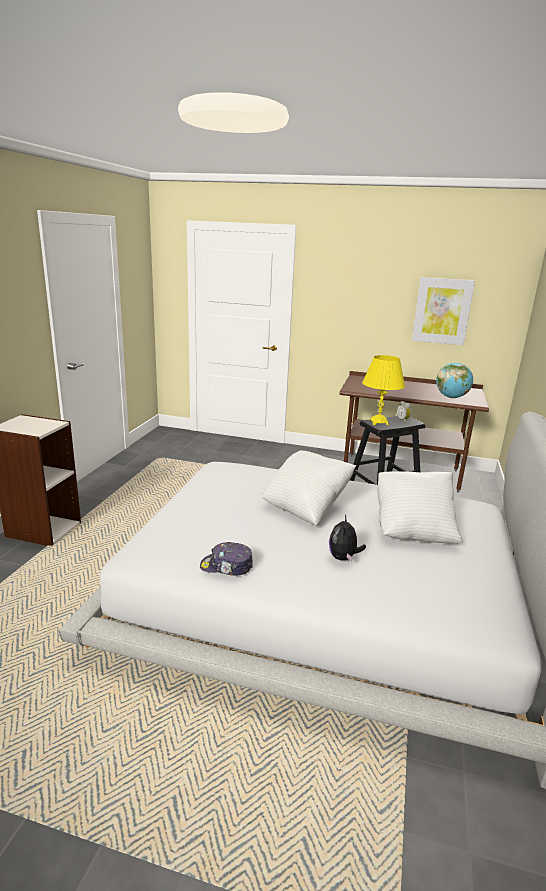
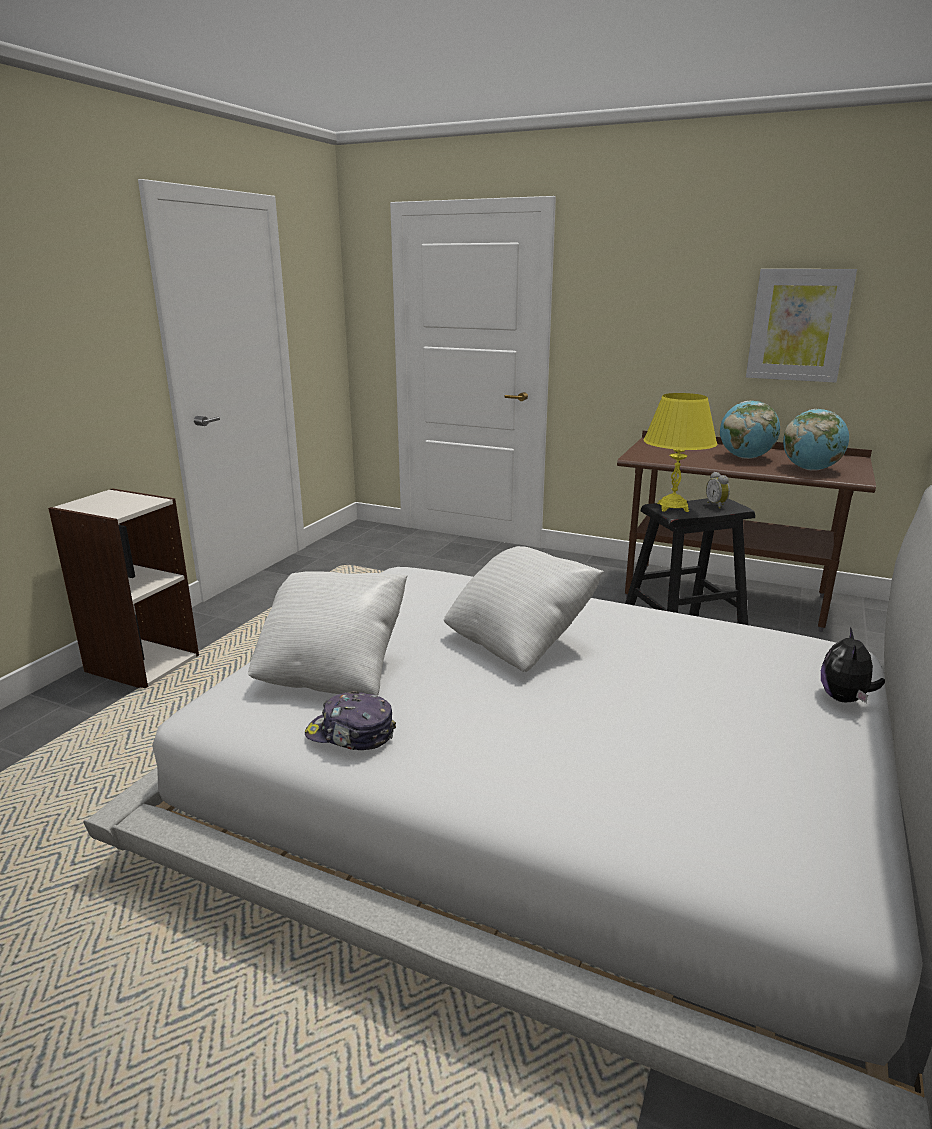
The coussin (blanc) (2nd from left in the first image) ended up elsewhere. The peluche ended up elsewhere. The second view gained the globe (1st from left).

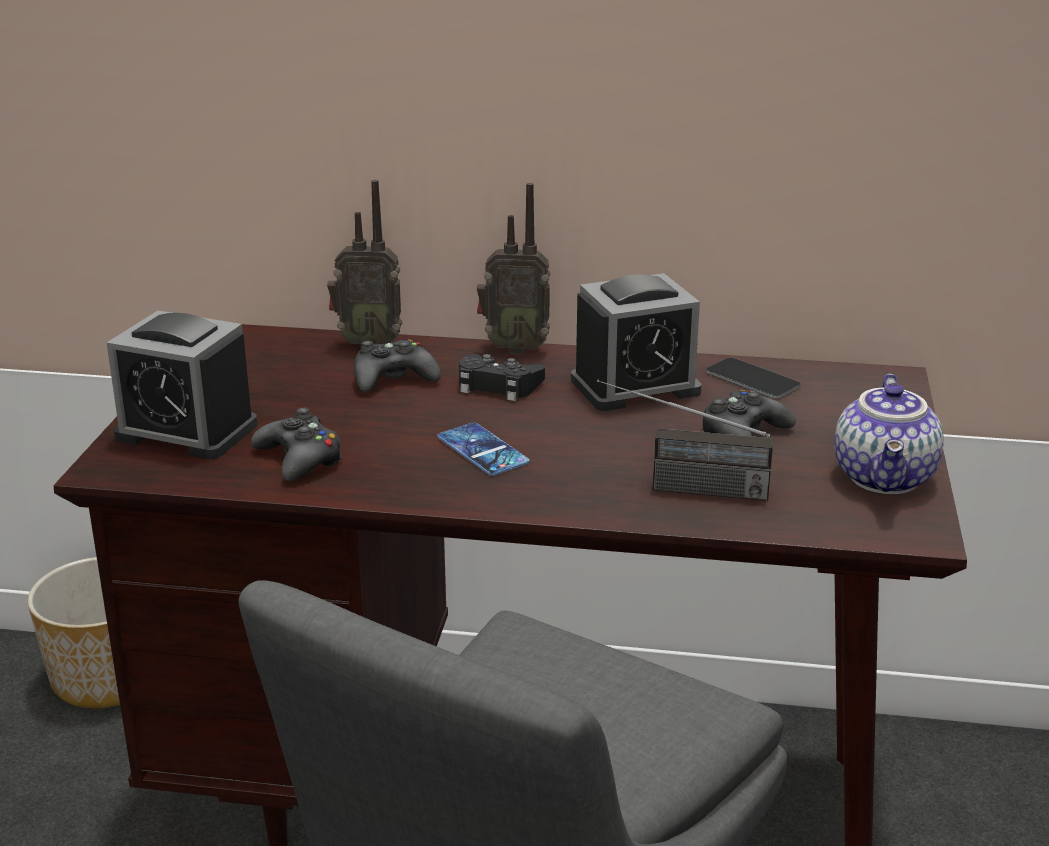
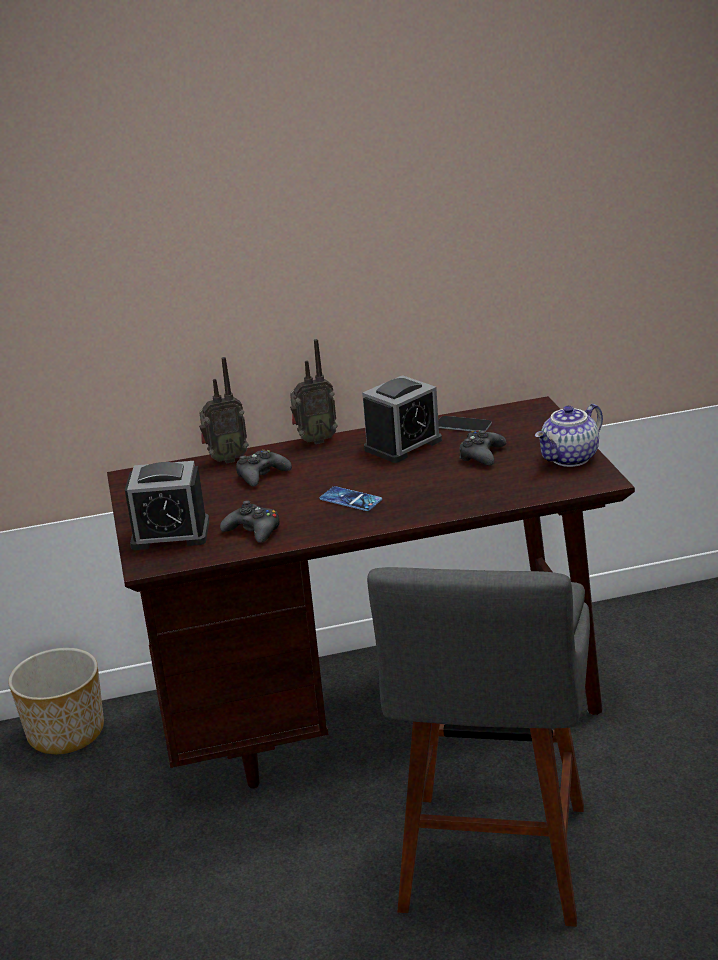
The second view lost the manette (noir) (3rd from left). The théière ended up facing another way, 60 degrees clockwise from before. The second view lost the radio (3rd from left).

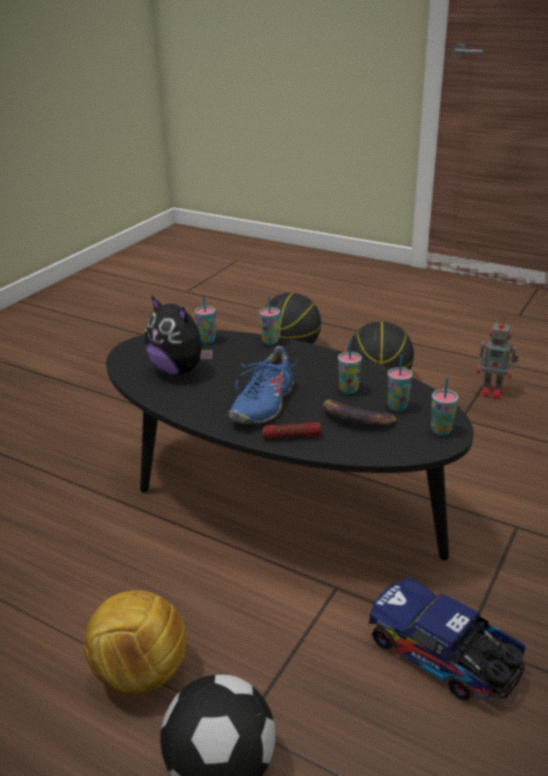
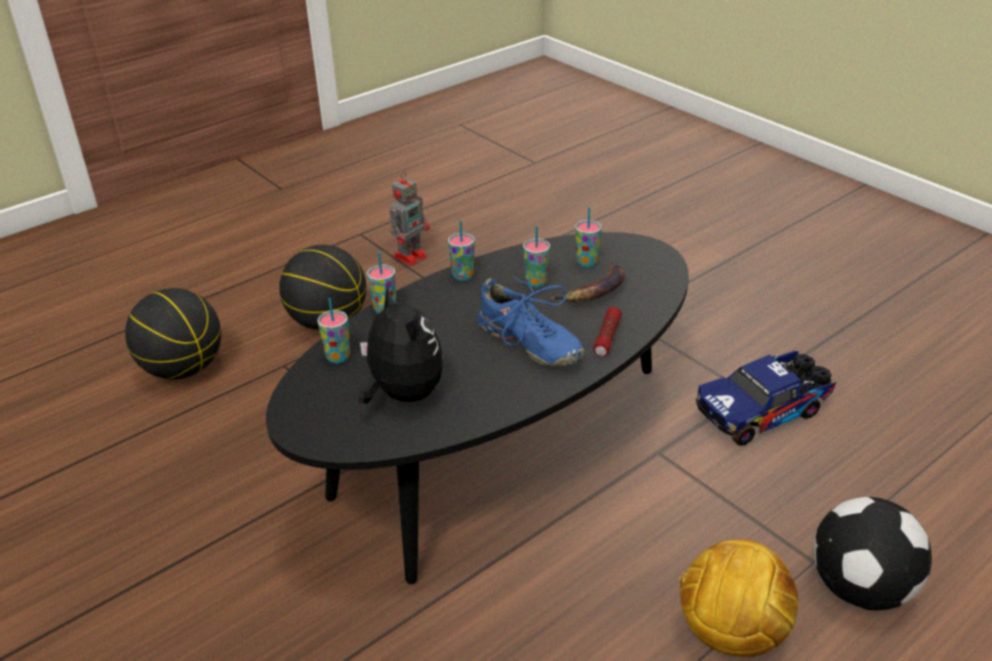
The peluche ended up facing another way, 90 degrees counterclockwise from before. The tasse (5th from left in the first image) ended up elsewhere.

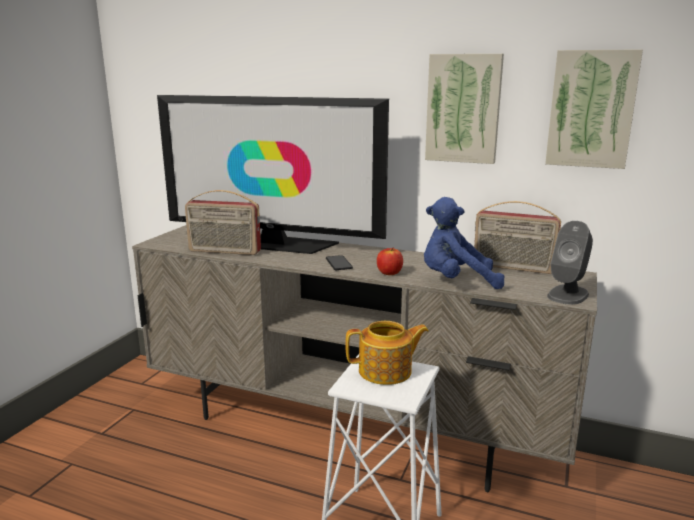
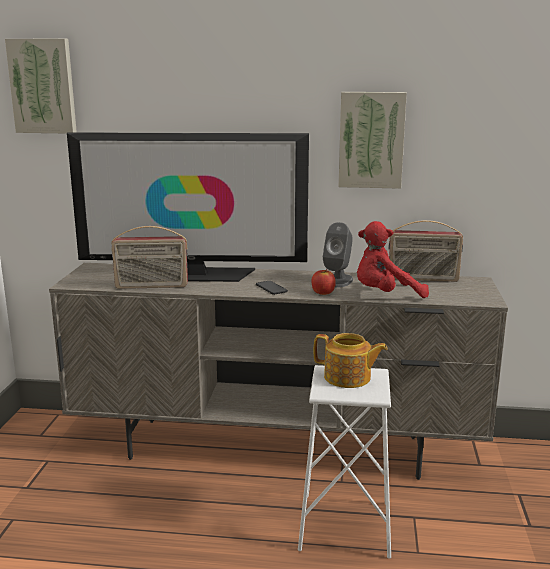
The tableau (2nd from left in the first image) ended up elsewhere. What was the peluche (bleu) turned into the peluche (rouge). The enceinte (gris) ended up elsewhere. The théière ended up facing another way, 45 degrees clockwise from before.

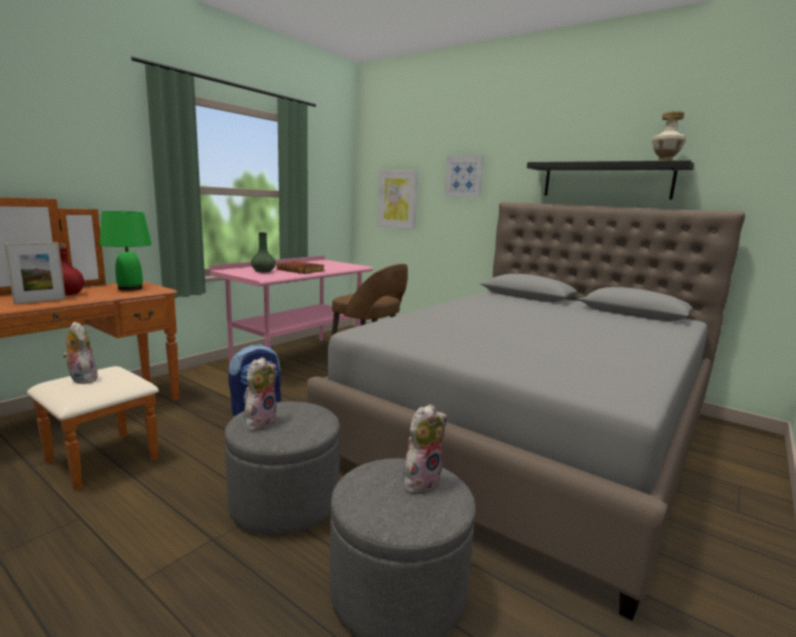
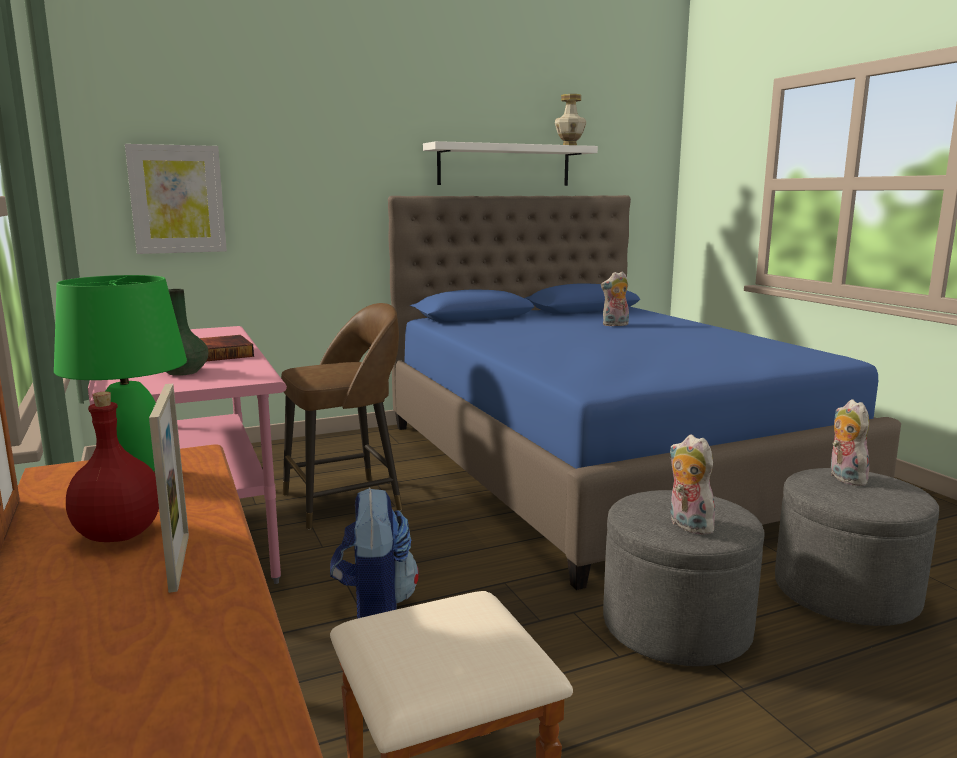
The second view lost the tableau (2nd from left). What was the étagère (noir) turned into the étagère (blanc). What was the lit (gris) turned into the lit (bleu). The peluche (1st from left) ended up elsewhere.

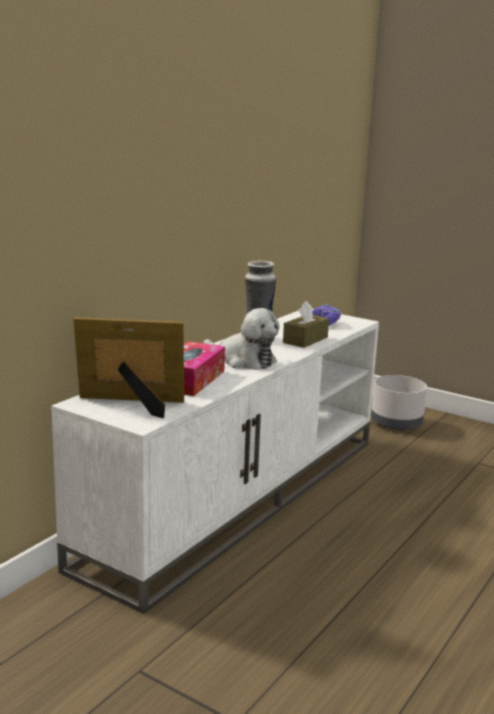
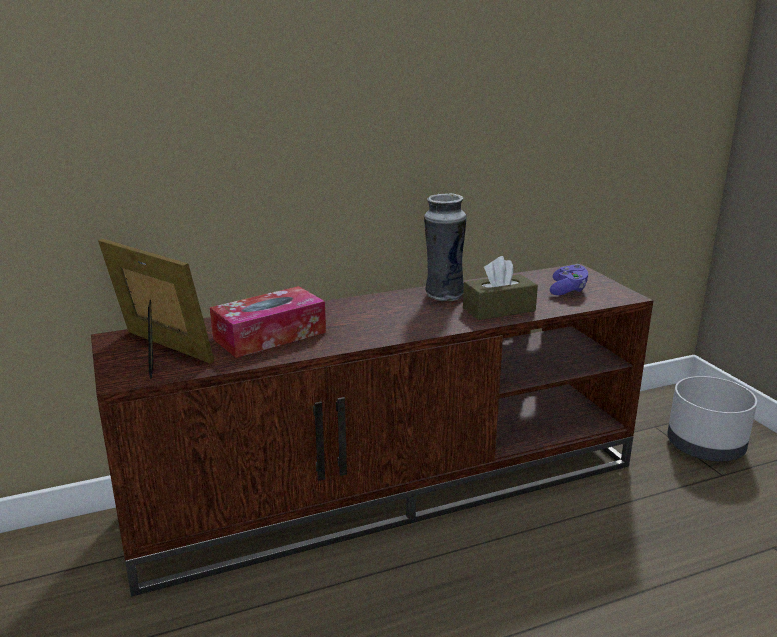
The second view lost the peluche. What was the meuble télé (blanc) turned into the meuble télé (marron).

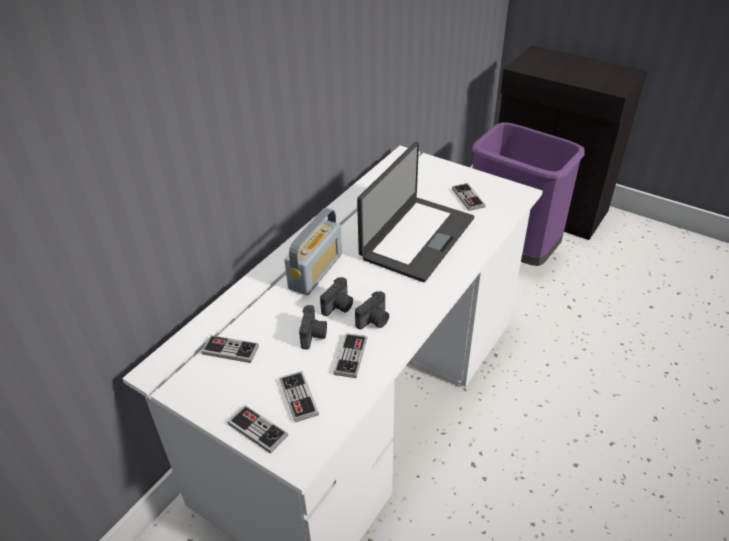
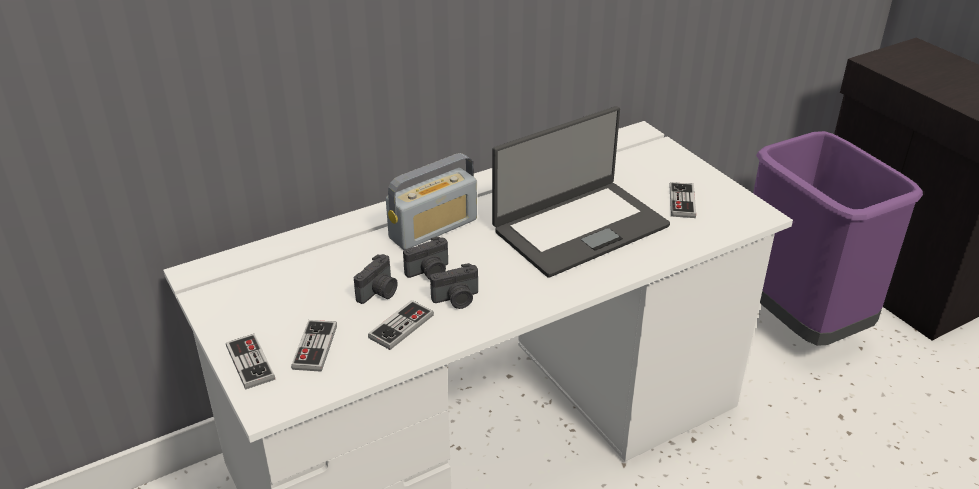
The second view lost the manette (1st from left).

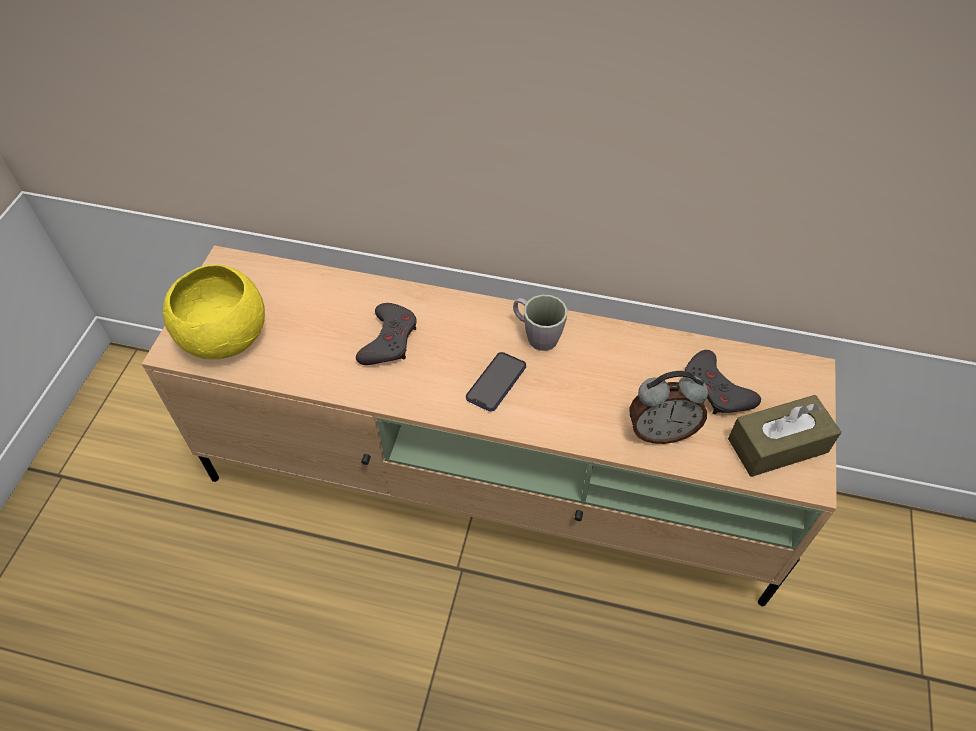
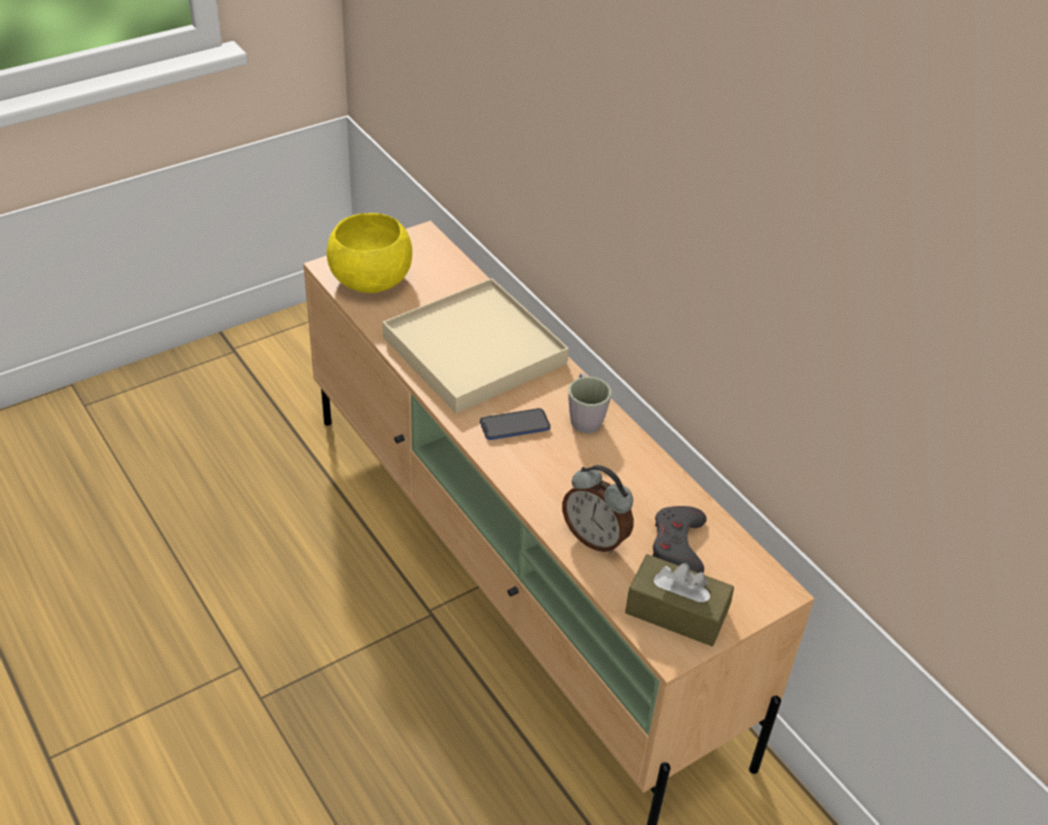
Where the manette (gris) (1st from left) stood, the plateau (beige) came to stand.

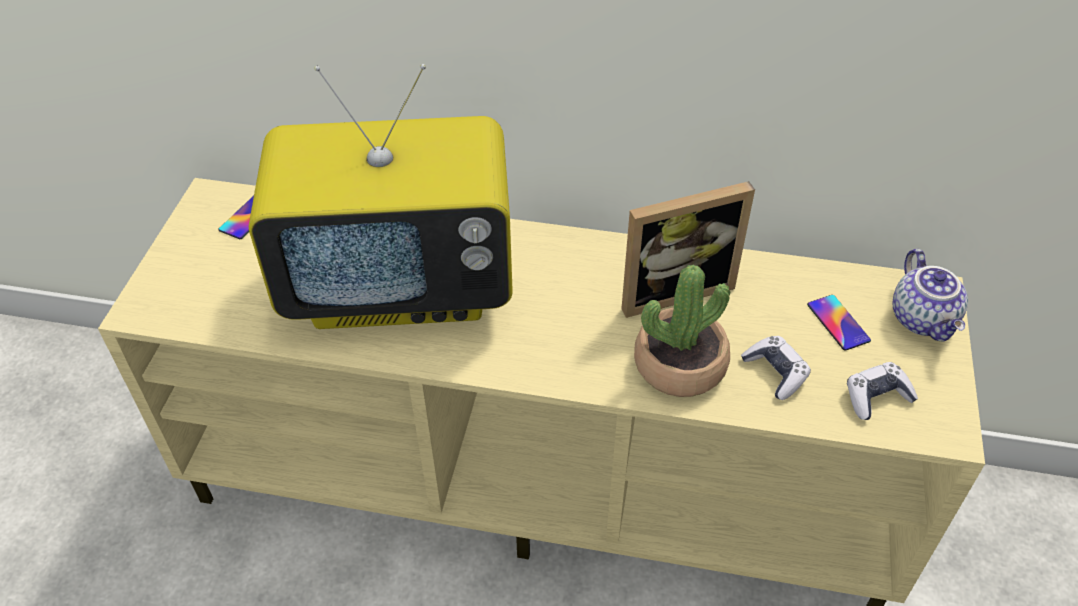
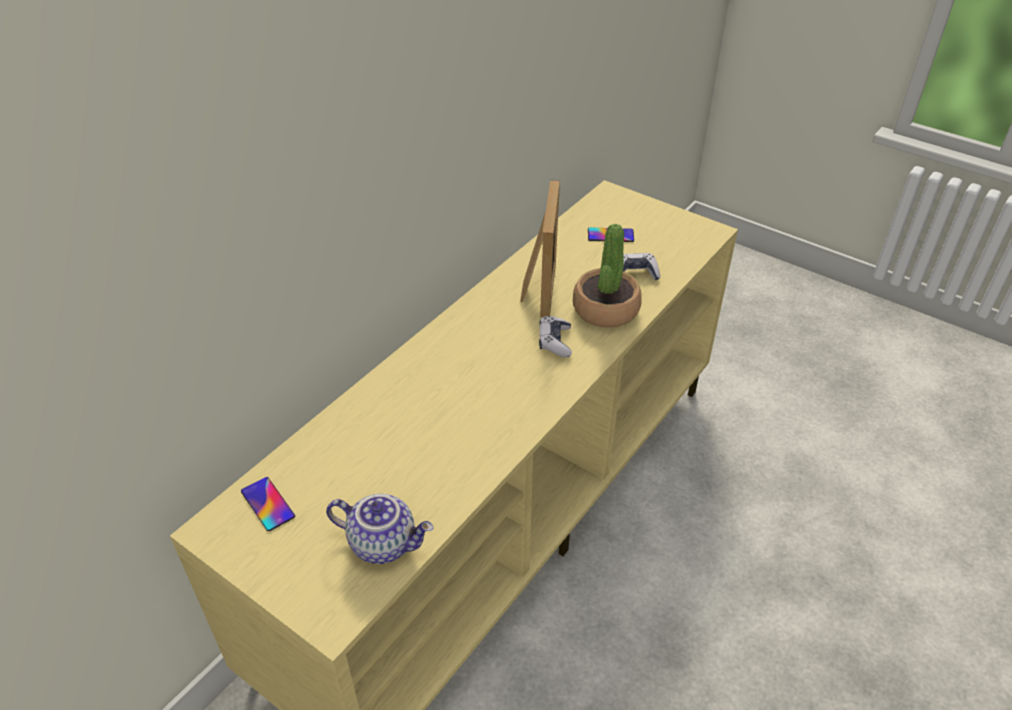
The second view lost the téléviseur. The théière ended up elsewhere. The manette (2nd from left in the first image) ended up elsewhere.

